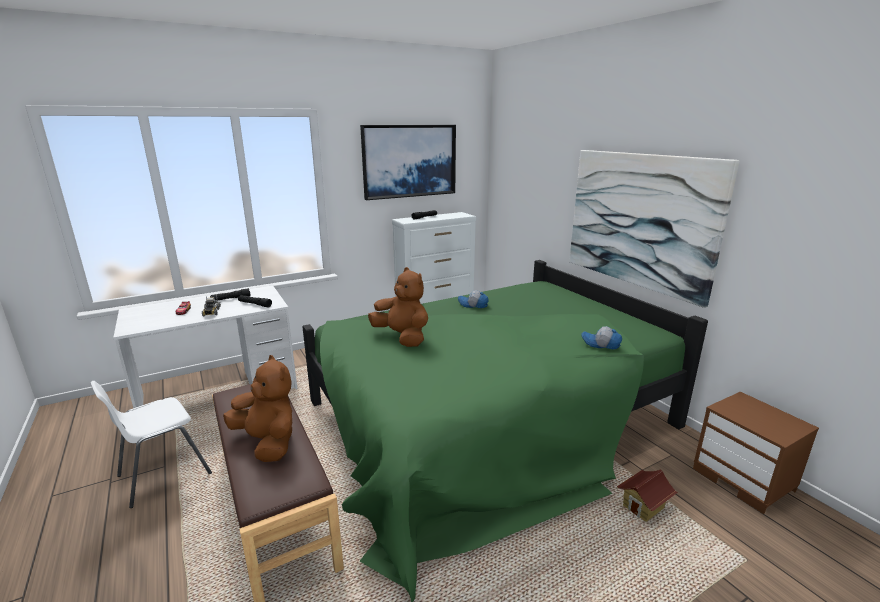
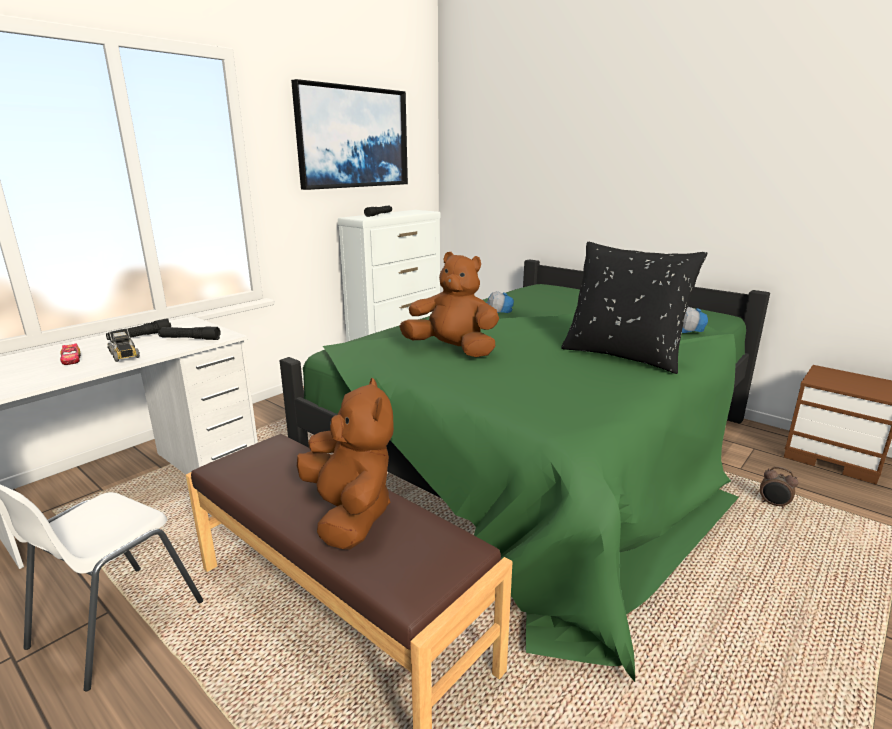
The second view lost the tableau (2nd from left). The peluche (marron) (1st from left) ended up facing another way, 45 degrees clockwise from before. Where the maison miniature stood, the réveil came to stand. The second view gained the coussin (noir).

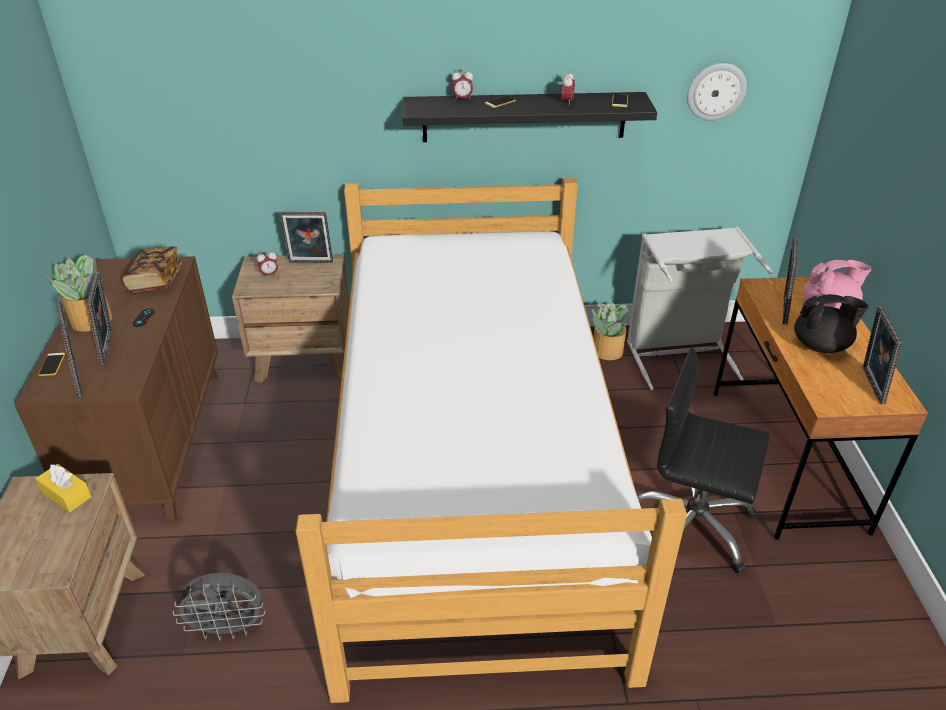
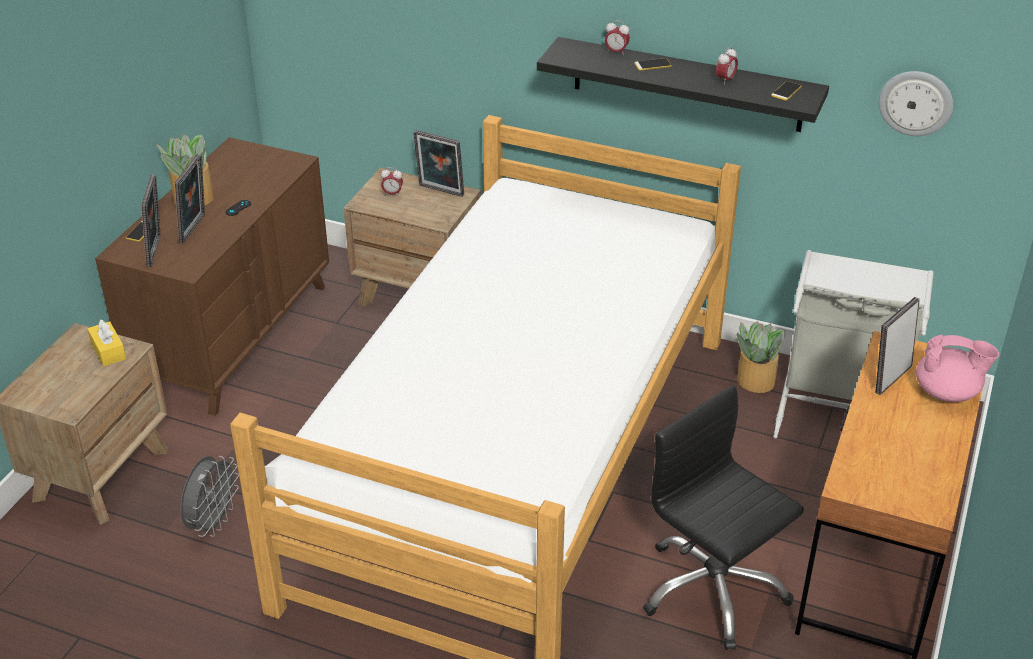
The second view lost the livre. The second view lost the théière (noir). The second view lost the cadre photo (5th from left). The ventilateur (gris) ended up facing another way, 90 degrees counterclockwise from before.

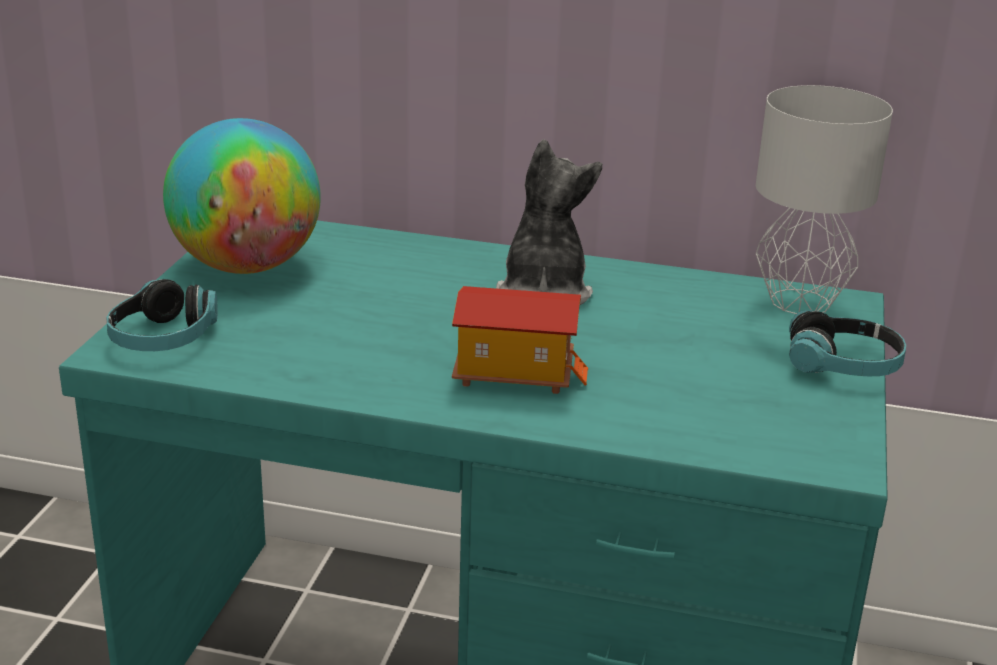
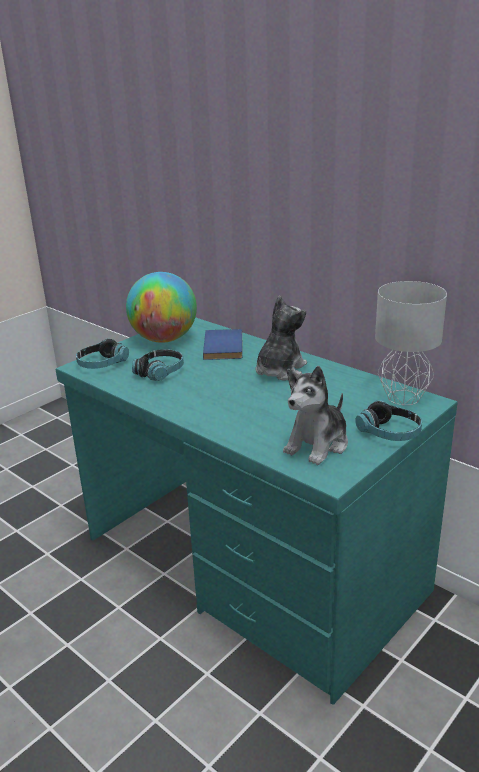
The second view lost the maison miniature. The second view gained the livre (bleu). The second view gained the casque audio (2nd from left). The second view gained the peluche (2nd from left).

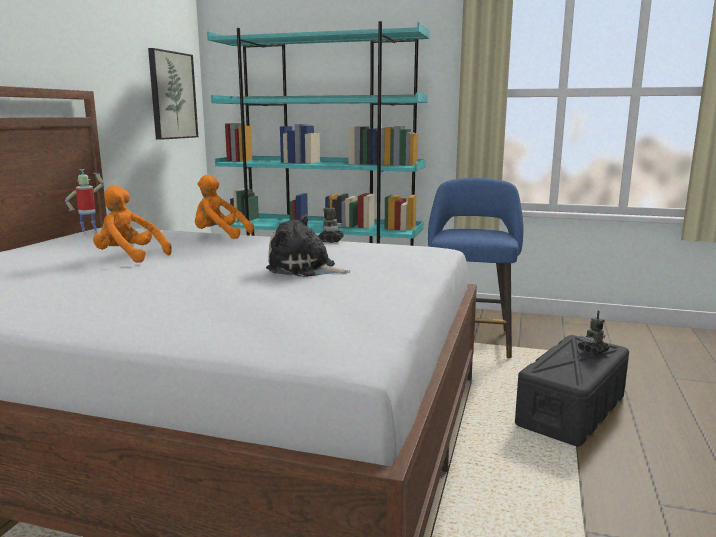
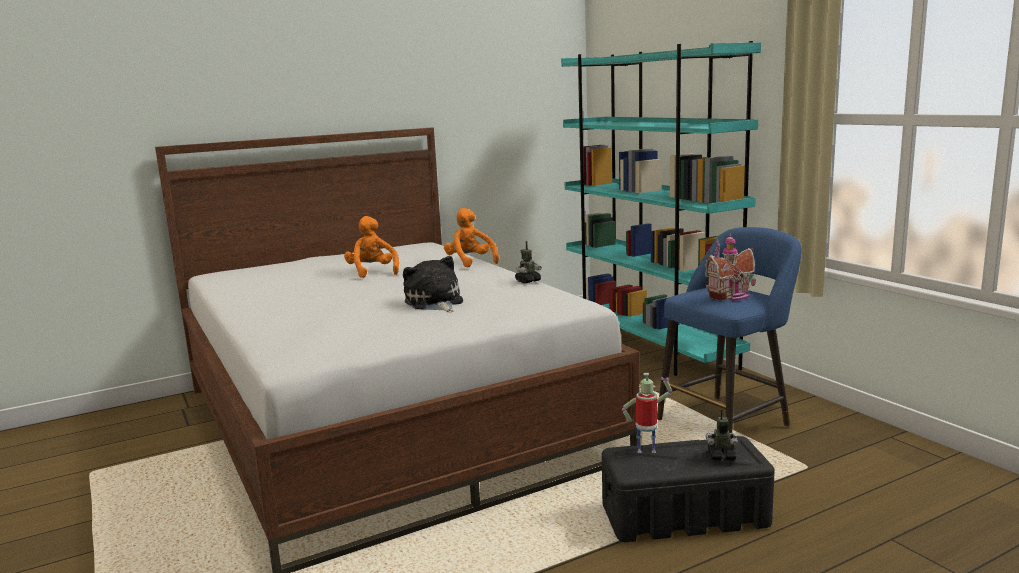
The second view lost the tableau. The robot jouet (1st from left in the first image) ended up elsewhere. The second view gained the maison miniature.

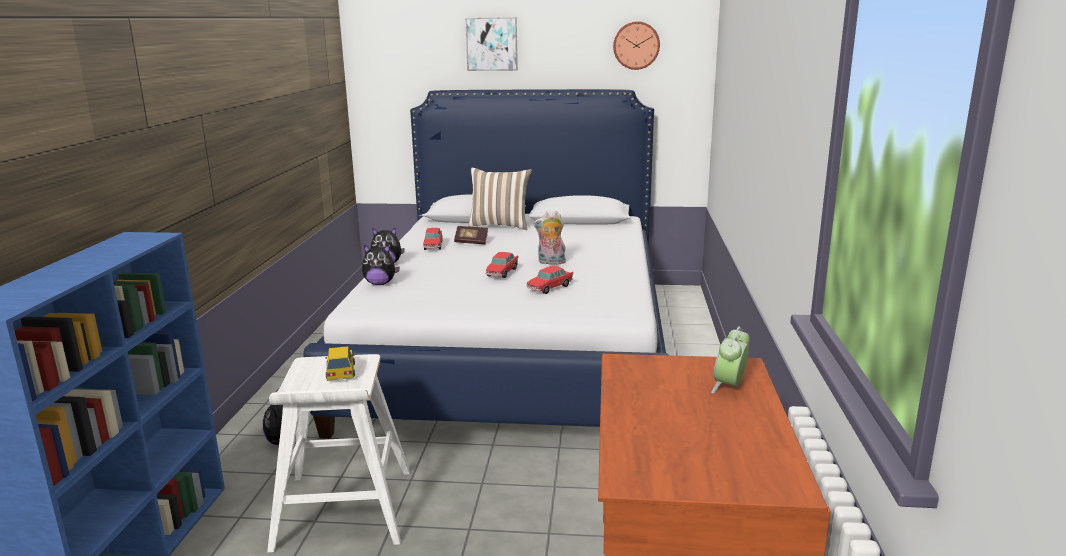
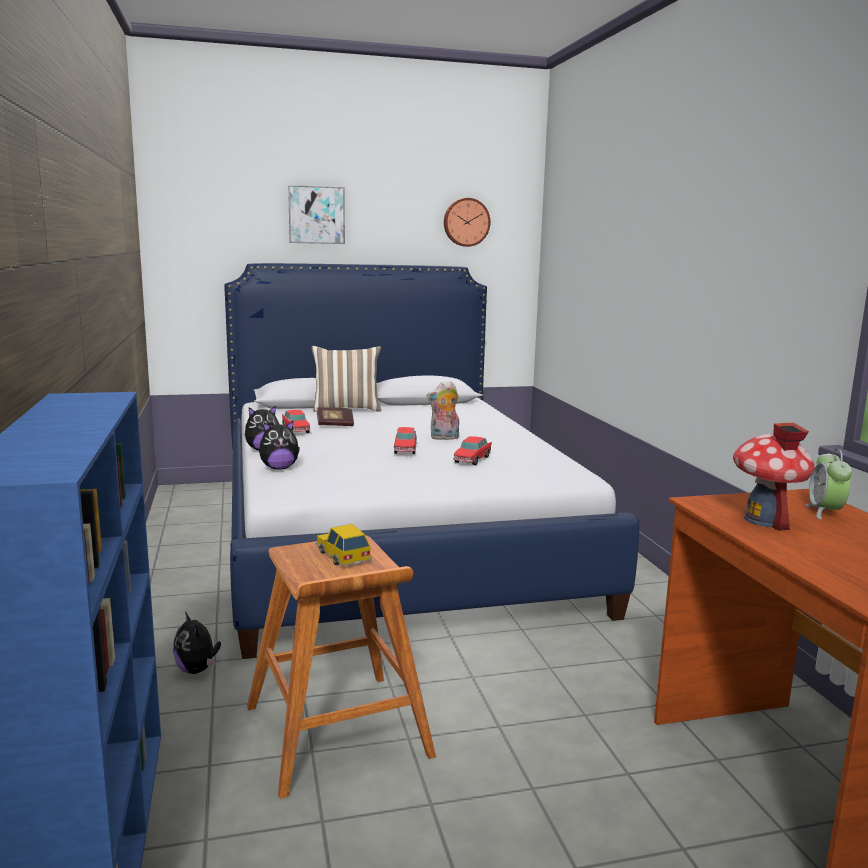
What was the tabouret (blanc) turned into the tabouret (marron). The second view gained the maison miniature.

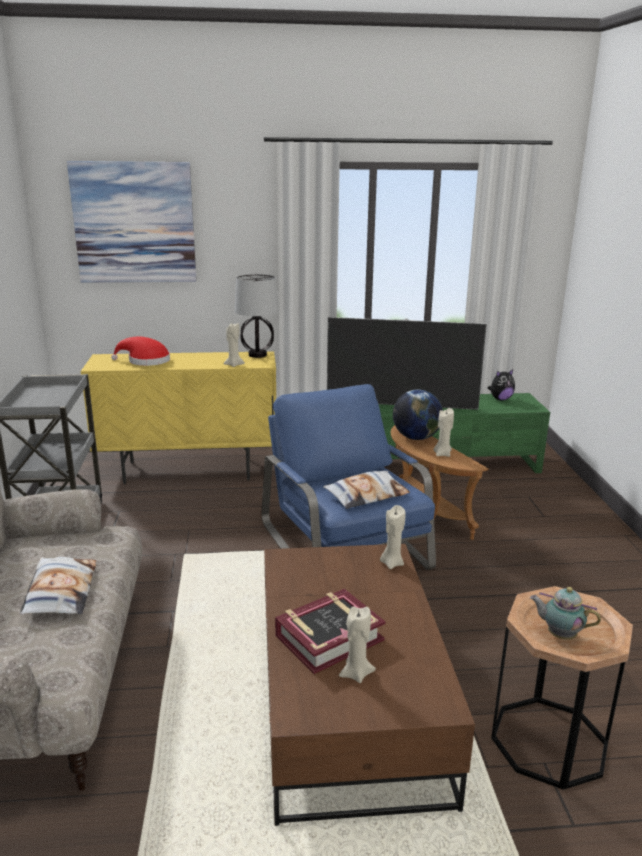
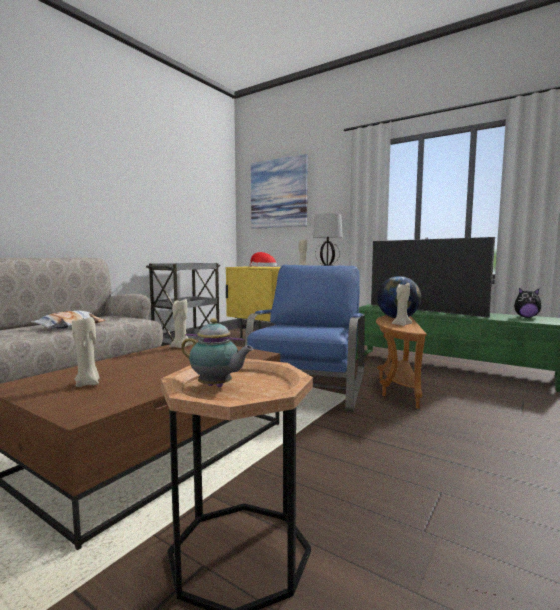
The second view lost the coussin (2nd from left). The bougie (beige) (3rd from left in the first image) ended up elsewhere. The théière ended up facing another way, 135 degrees clockwise from before. The second view lost the livre.

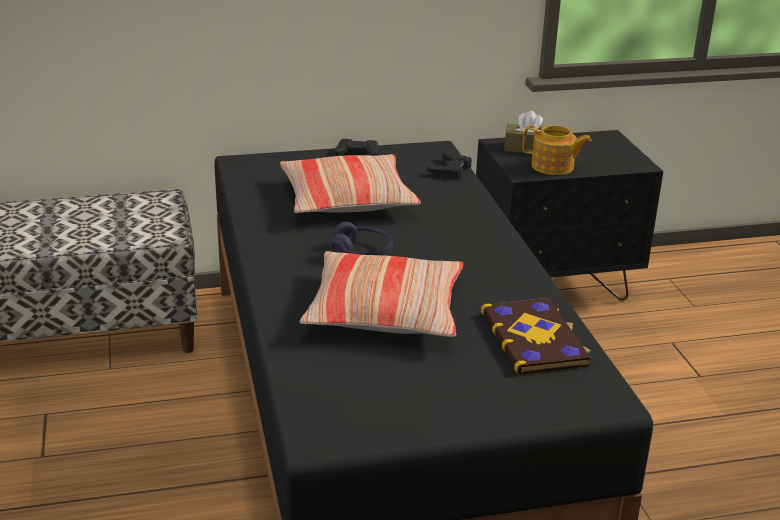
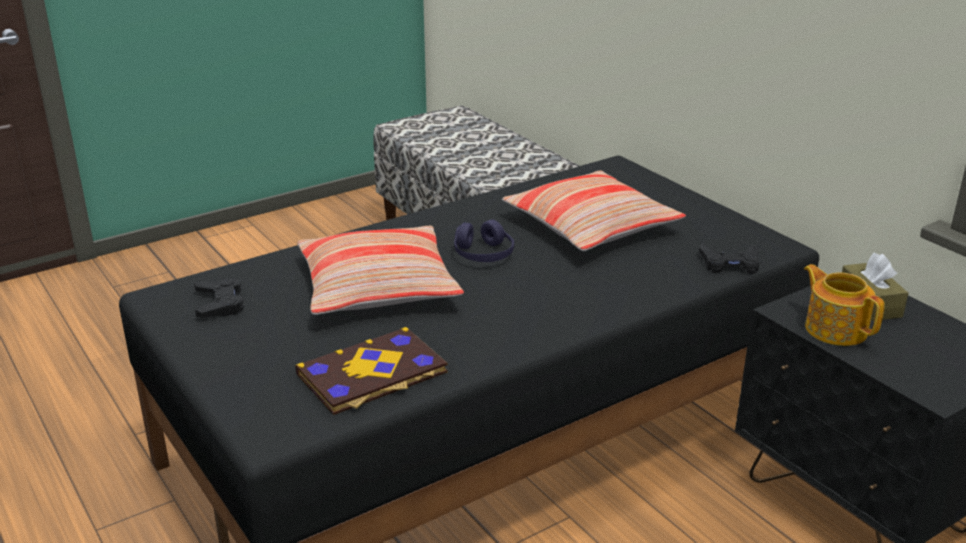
The théière ended up facing another way, 150 degrees clockwise from before. The manette (noir) (1st from left) ended up elsewhere.

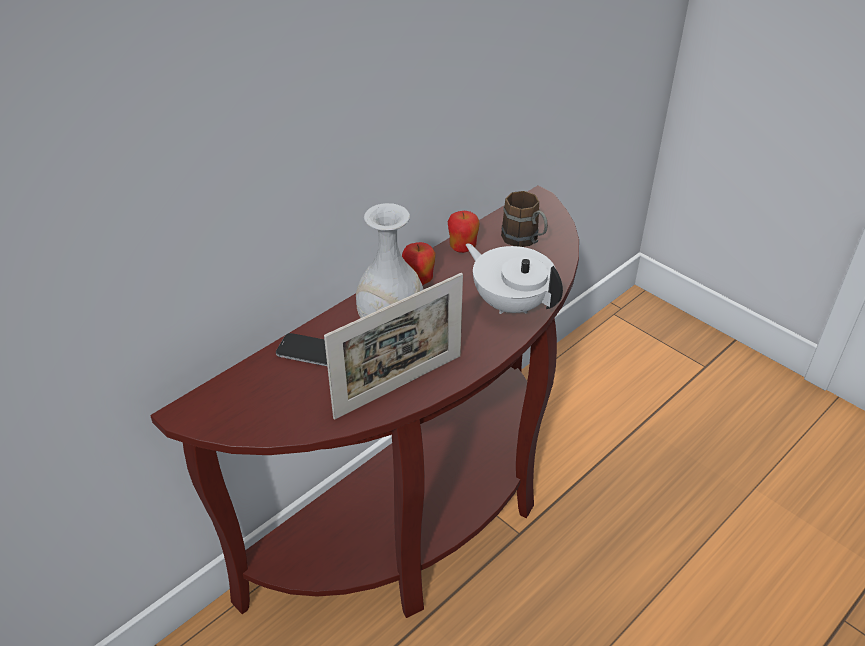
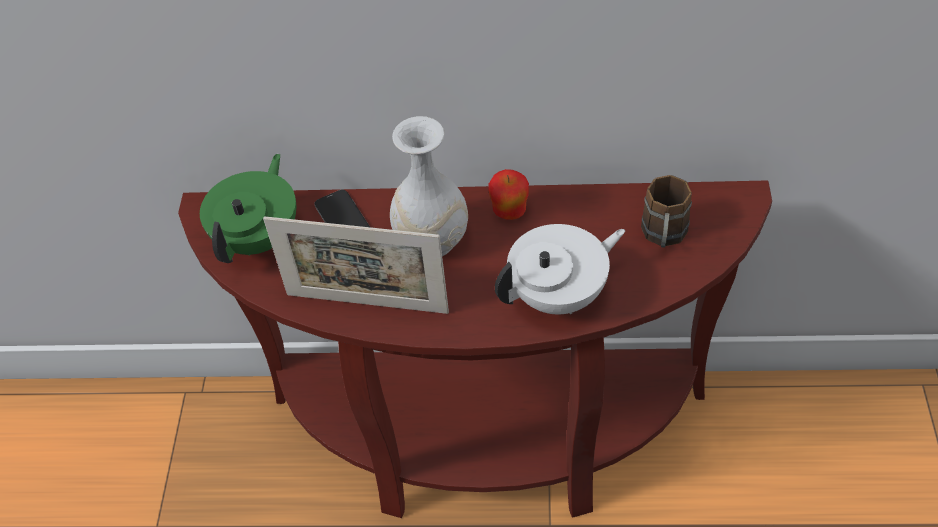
The second view lost the pomme (2nd from left). The théière (blanc) ended up facing another way, 60 degrees clockwise from before. The second view gained the théière (vert).

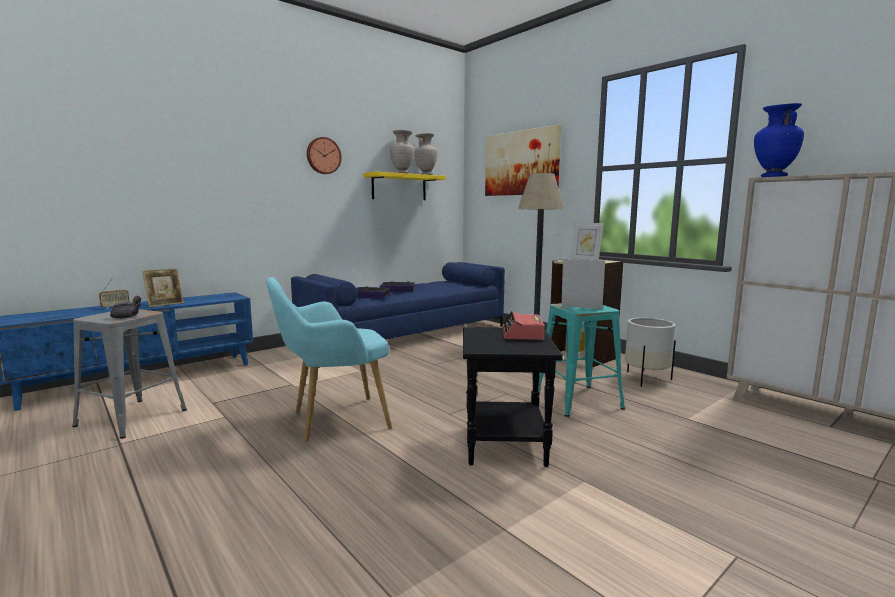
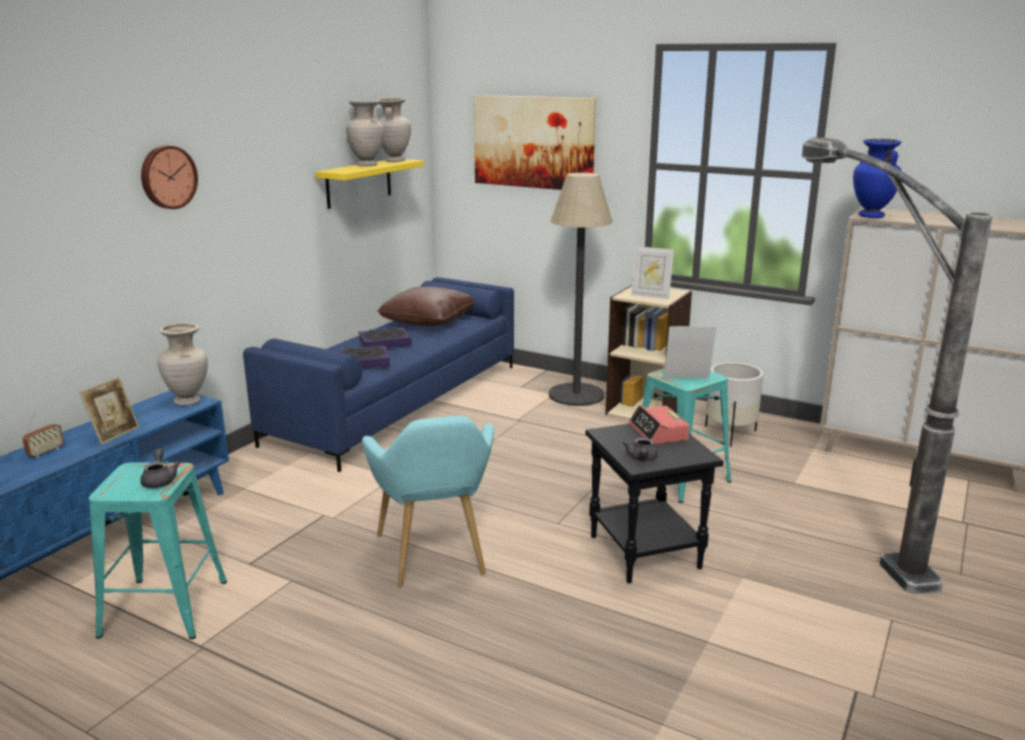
The horloge murale ended up elsewhere. The fauteuil (turquoise) ended up facing another way, 60 degrees counterclockwise from before. What was the tabouret (gris) turned into the tabouret (turquoise) (1st from left). The second view gained the lampadaire (2nd from left). The second view gained the coussin (marron). The second view gained the vase (beige) (1st from left). The second view gained the théière (gris) (2nd from left).

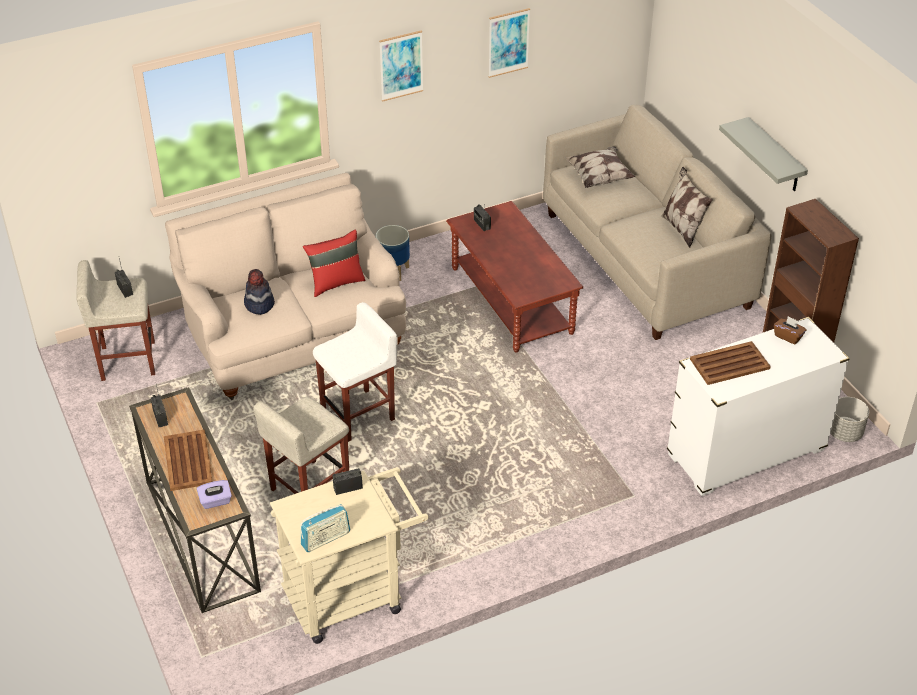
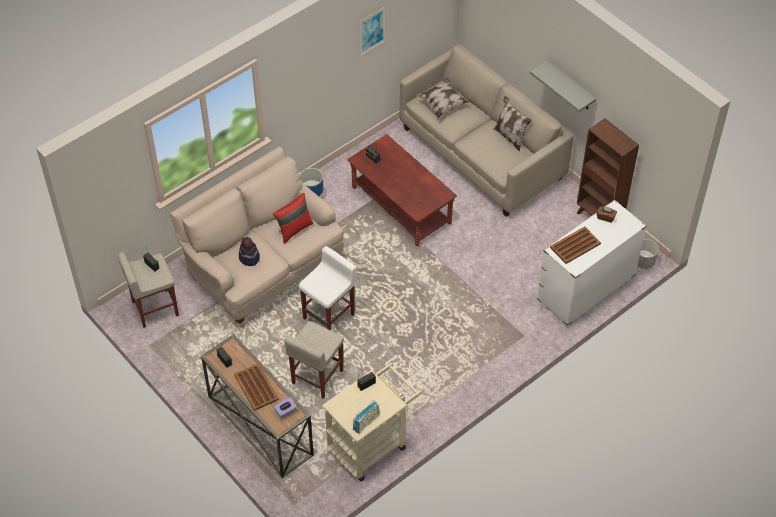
The second view lost the tableau (1st from left).

